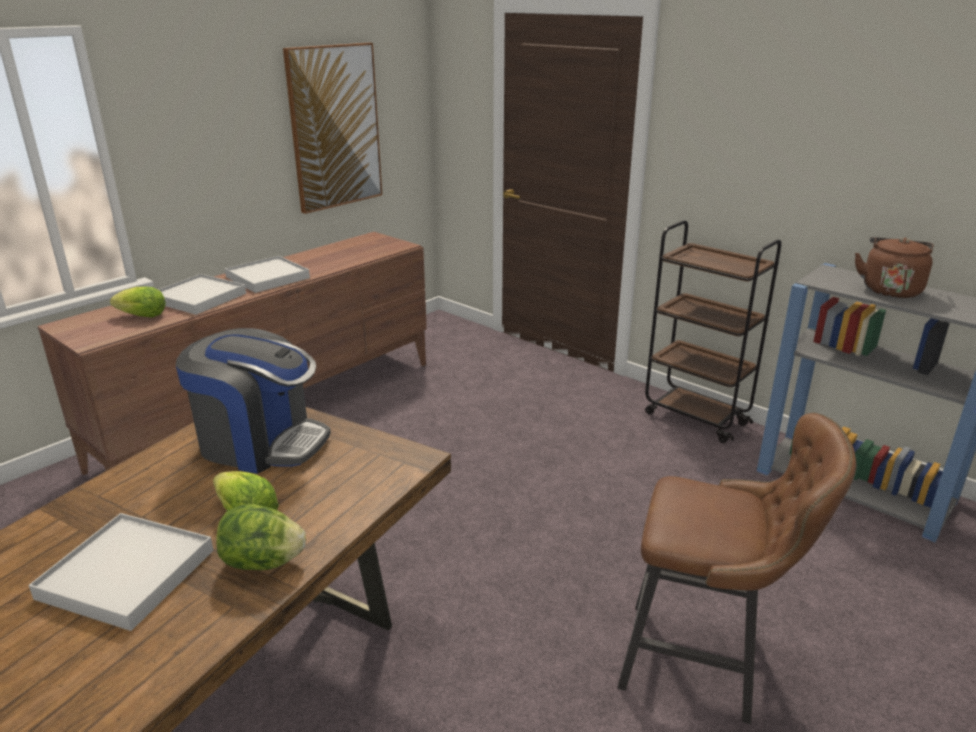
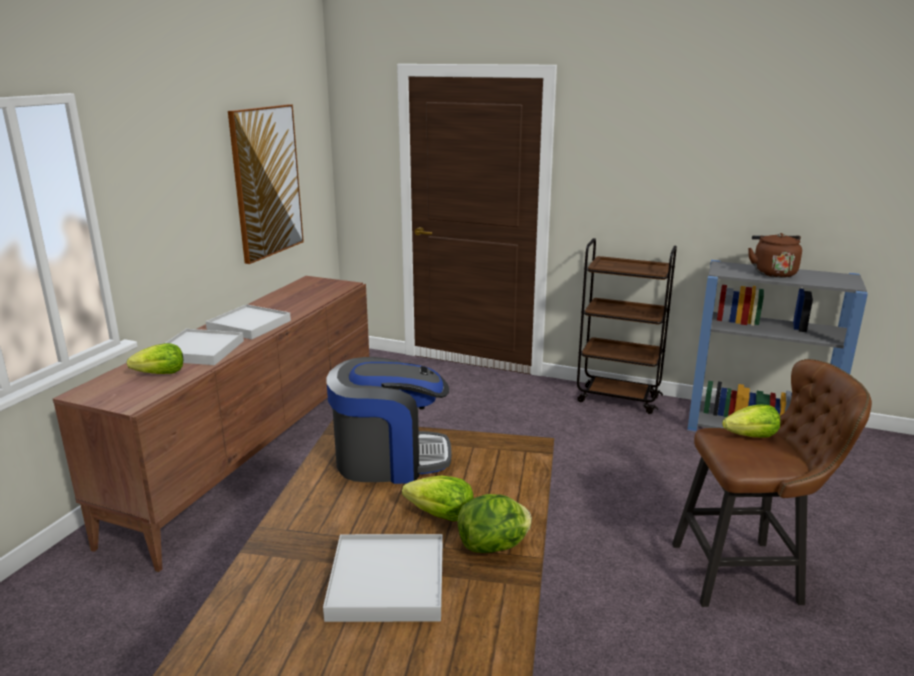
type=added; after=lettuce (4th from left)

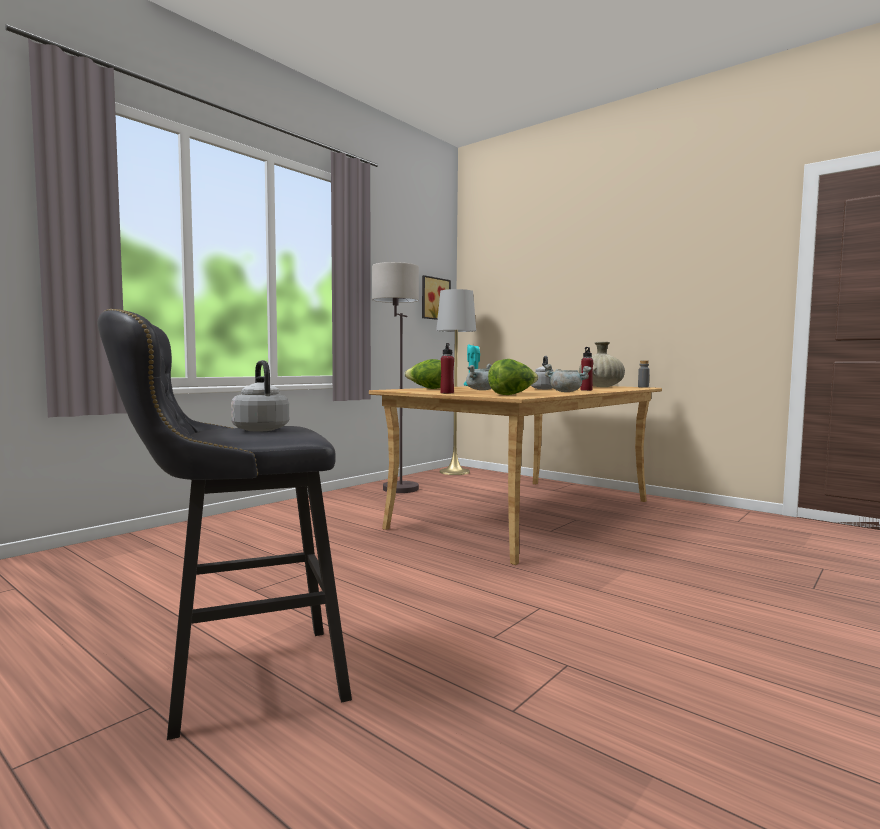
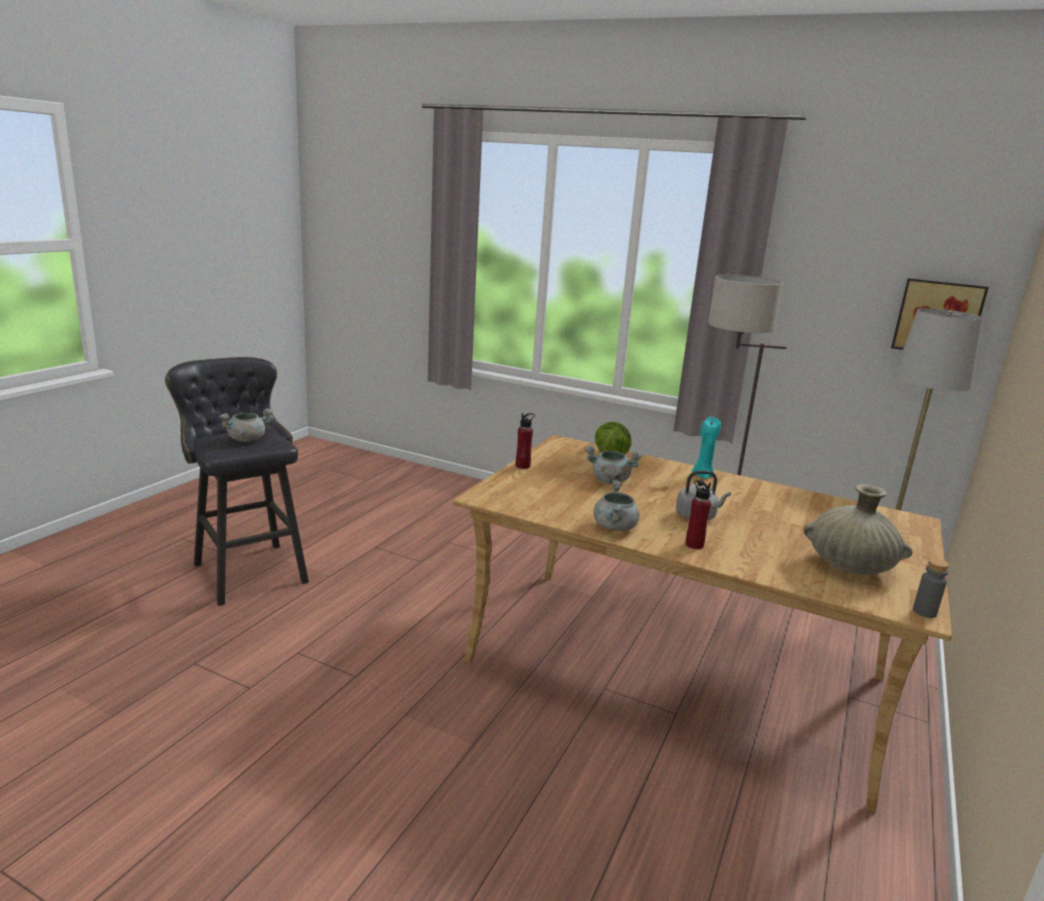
type=removed; before=lettuce (2nd from left)
type=replaced; before=kettle (grey) (1st from left); after=cooking pot (grey) (1st from left)

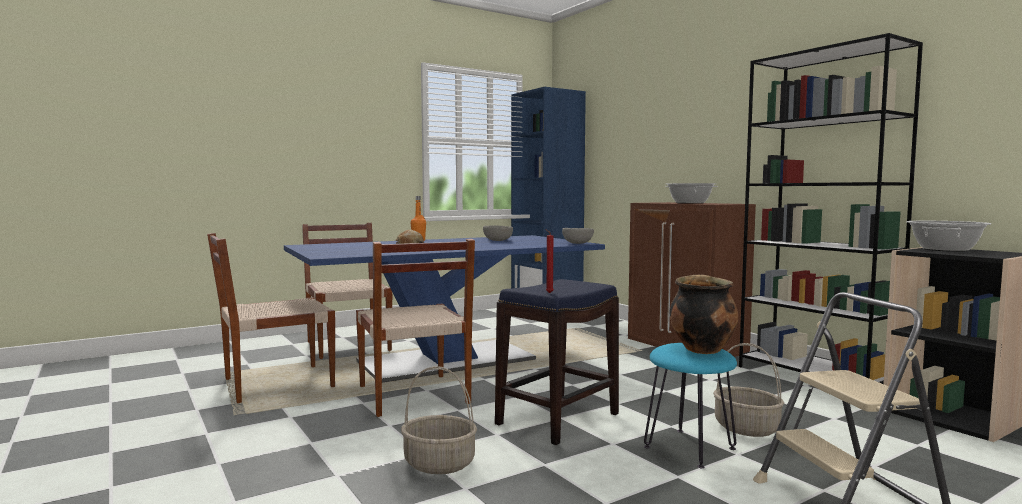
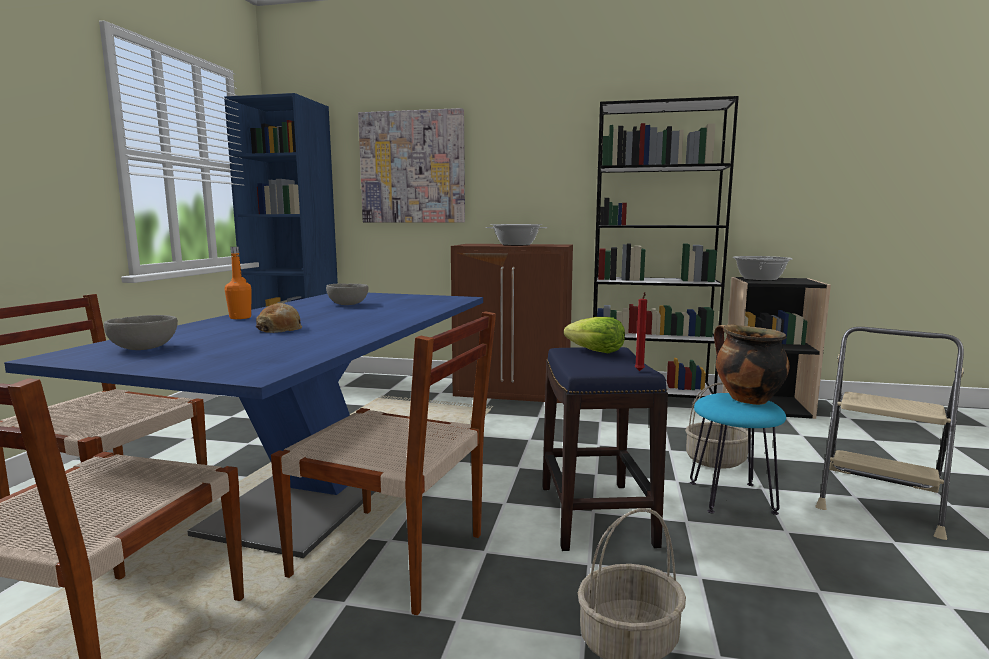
type=added; after=picture
type=added; after=lettuce
type=moved; before=bowl (grey) (2nd from left in the first image); after=bowl (grey) (1st from left)

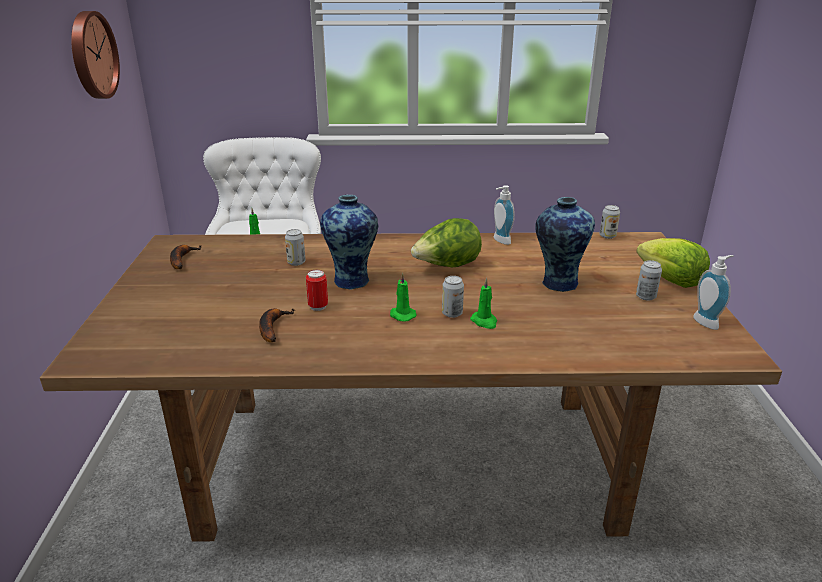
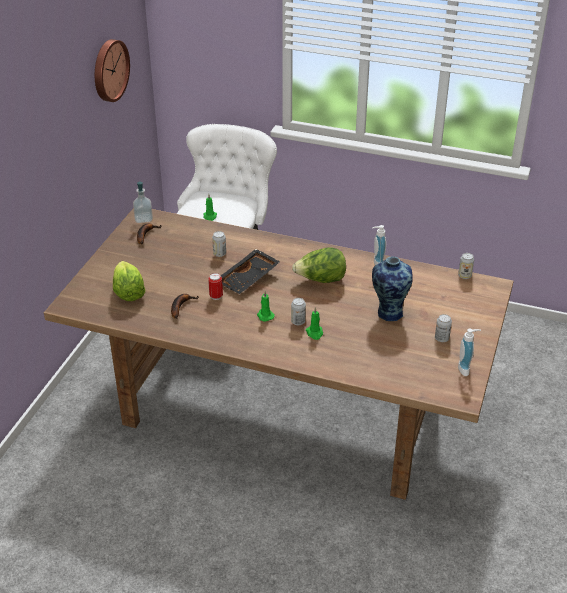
type=added; after=soap dispenser (1st from left)
type=moved; before=lettuce (2nd from left in the first image); after=lettuce (1st from left)
type=replaced; before=vase (1st from left); after=tray (black)

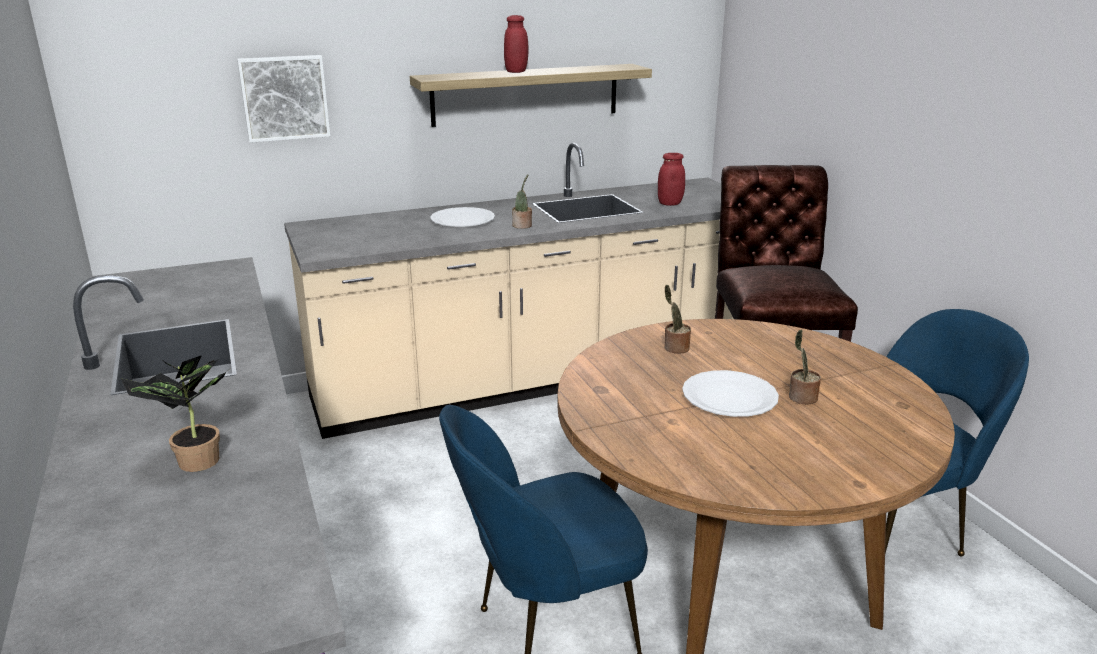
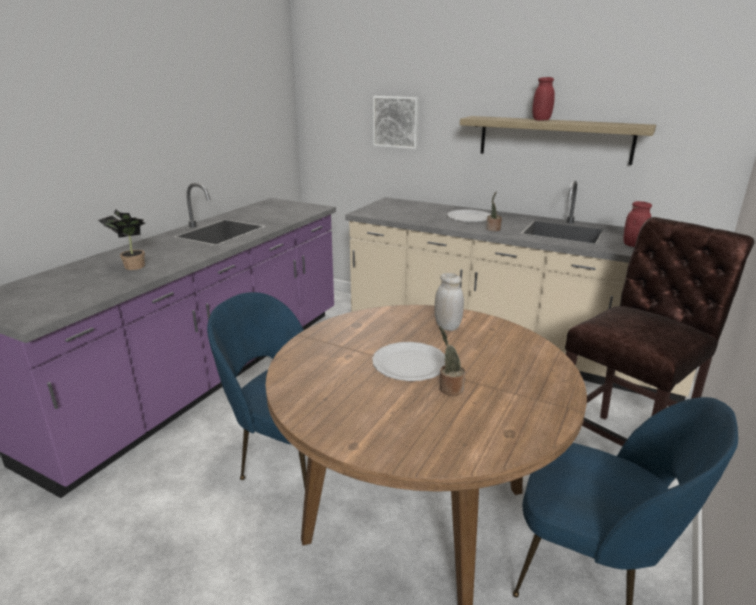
type=replaced; before=potted plant (3rd from left); after=jar (white)

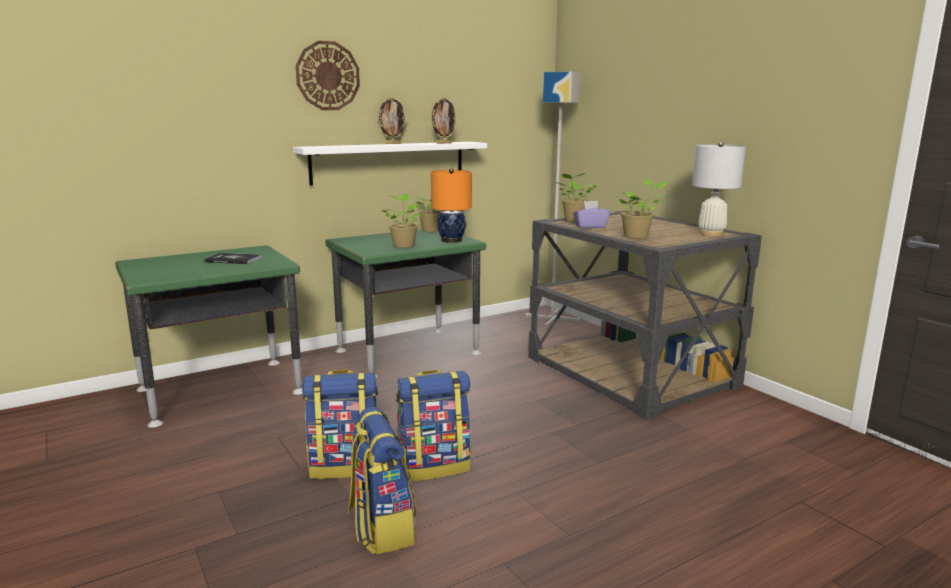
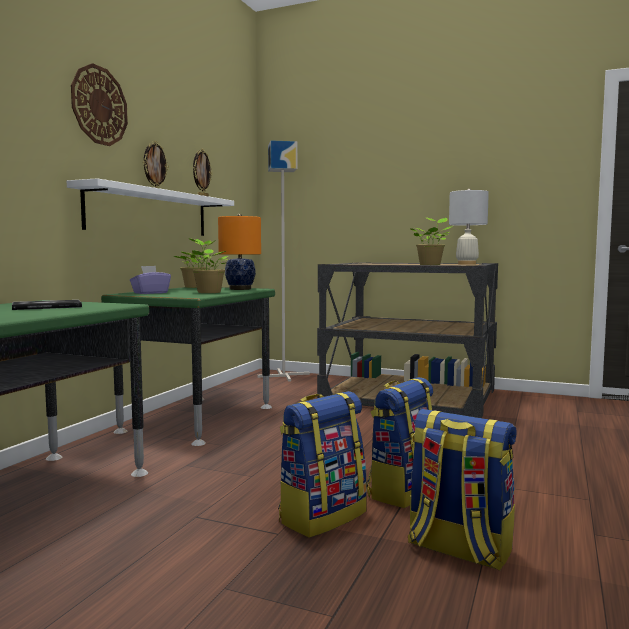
type=removed; before=potted plant (3rd from left)
type=moved; before=tissue box (purple)

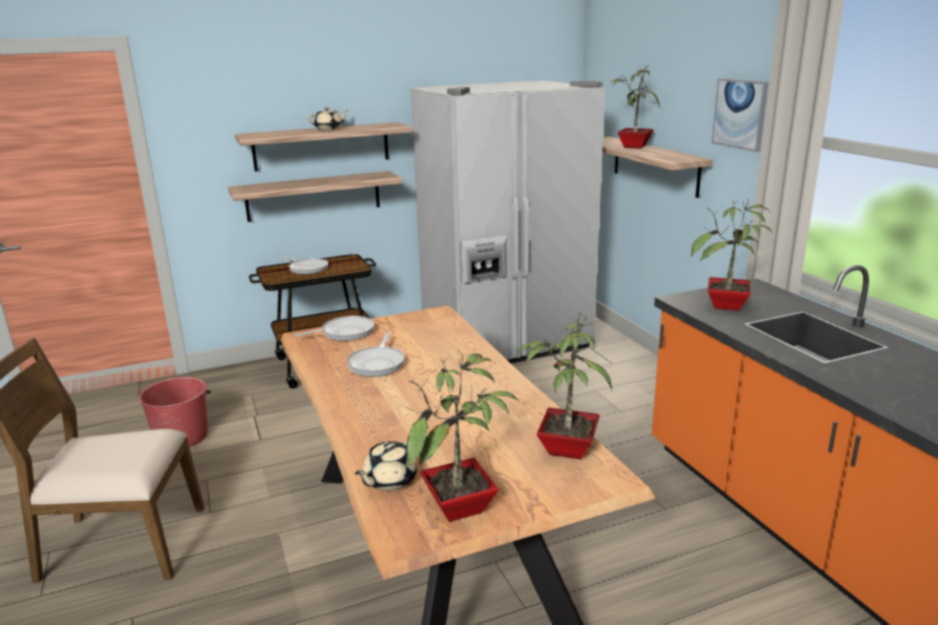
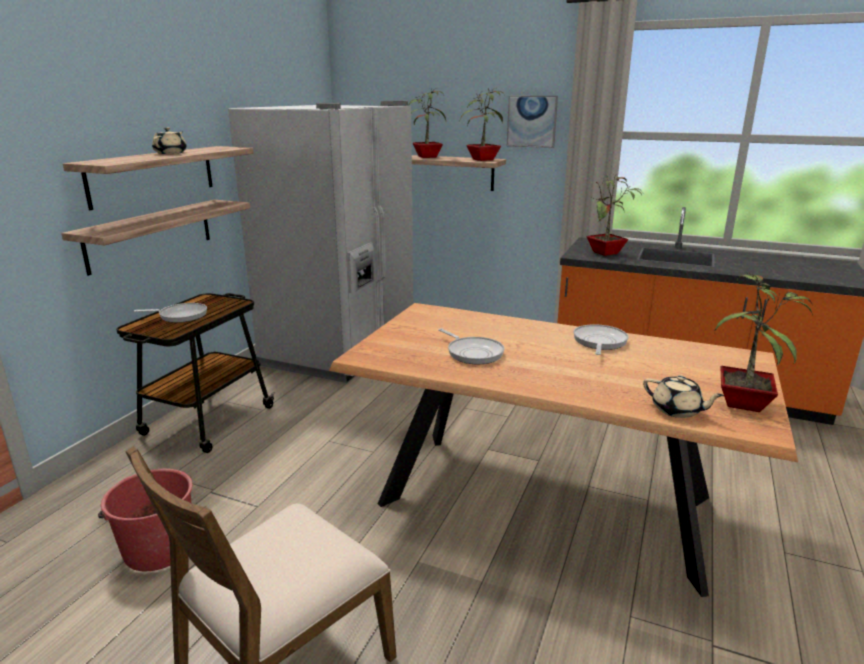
type=moved; before=frying pan (2nd from left in the first image); after=frying pan (3rd from left)
type=moved; before=potted plant (2nd from left)
type=turned; before=teapot (beige) (2nd from left); turn=-45

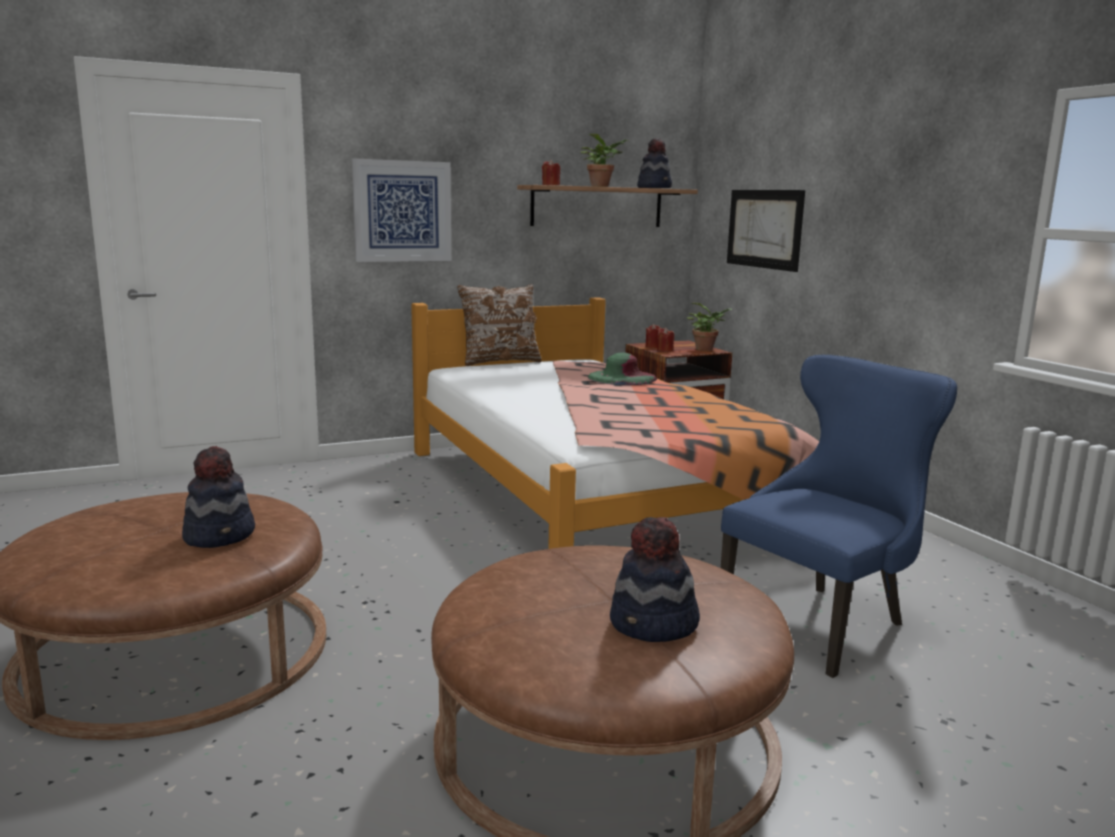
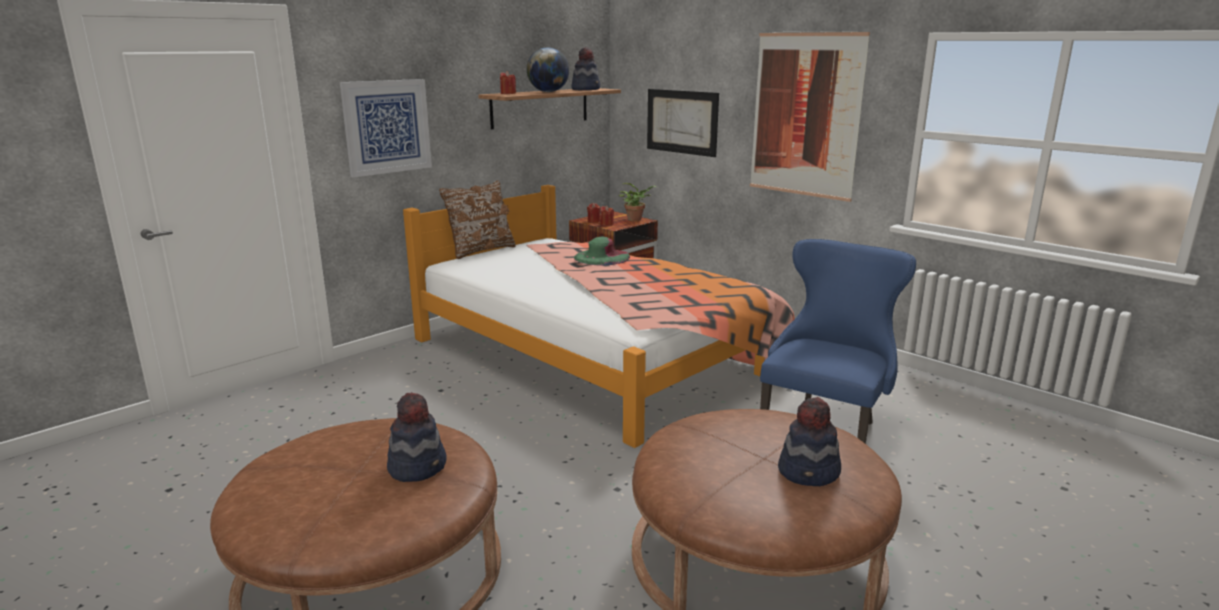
type=added; after=picture (3rd from left)
type=replaced; before=potted plant (1st from left); after=globe

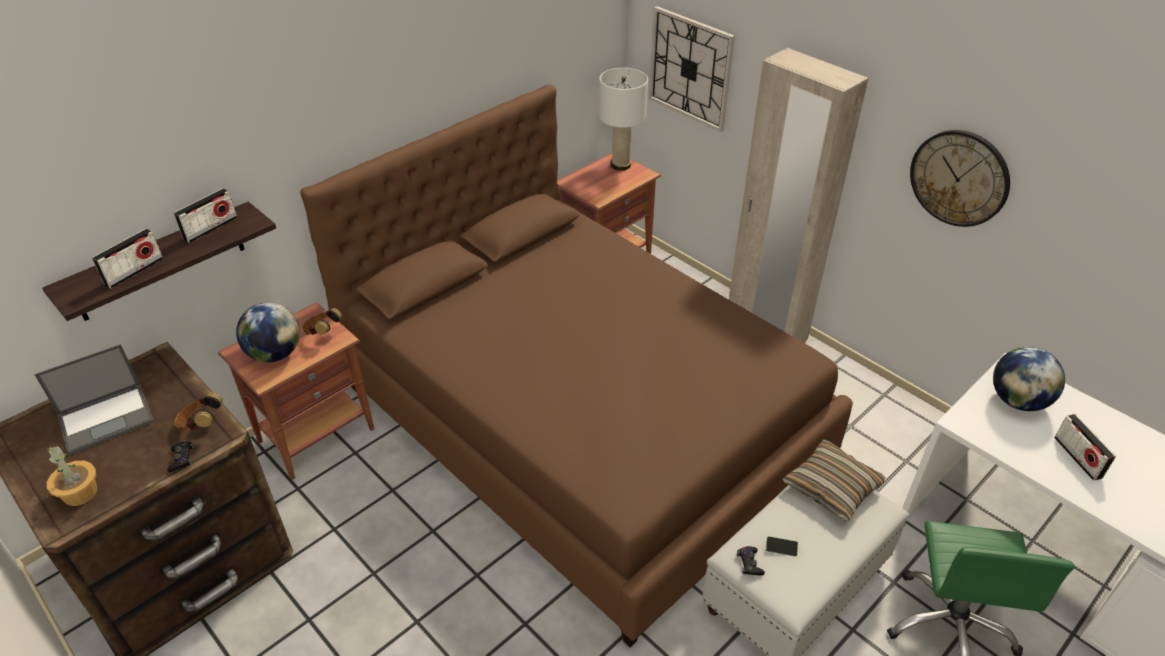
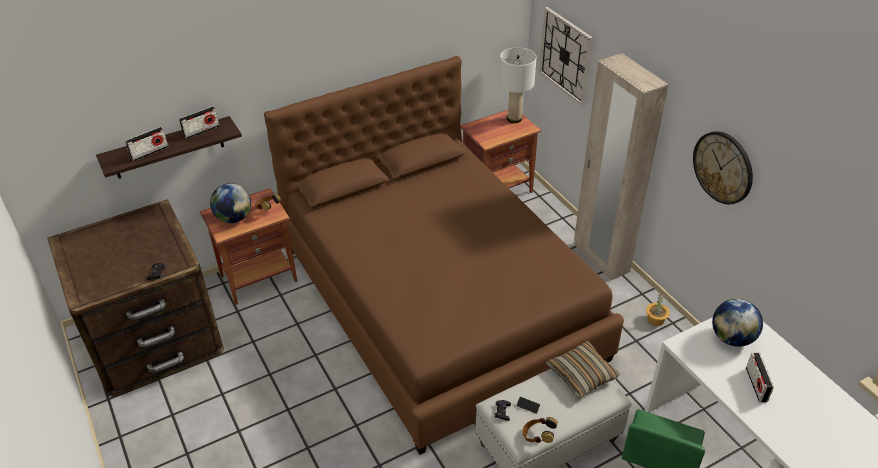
type=removed; before=laptop
type=moved; before=potted plant
type=moved; before=headphones (1st from left in the first image); after=headphones (2nd from left)

